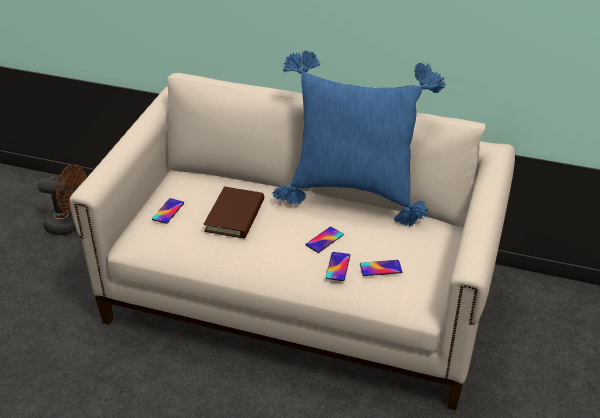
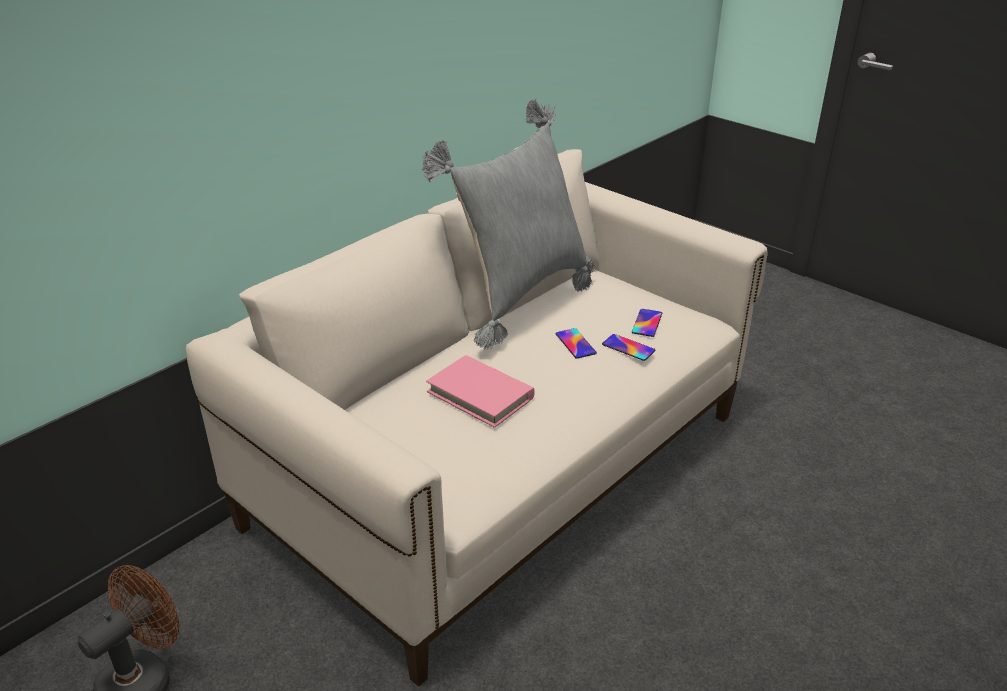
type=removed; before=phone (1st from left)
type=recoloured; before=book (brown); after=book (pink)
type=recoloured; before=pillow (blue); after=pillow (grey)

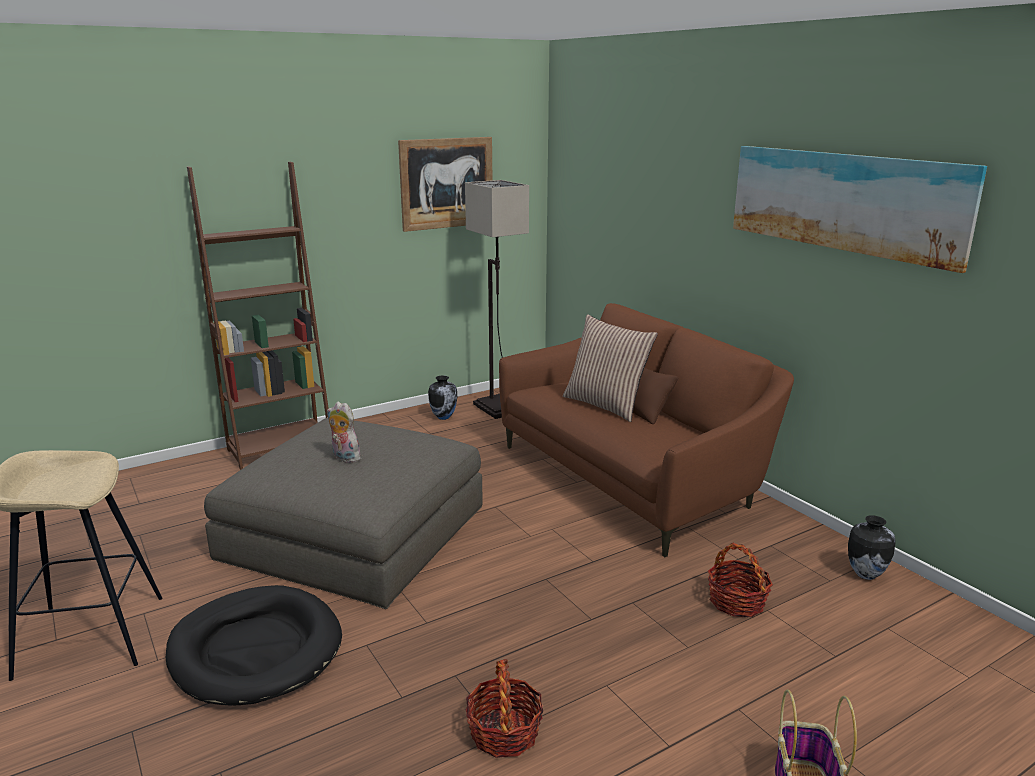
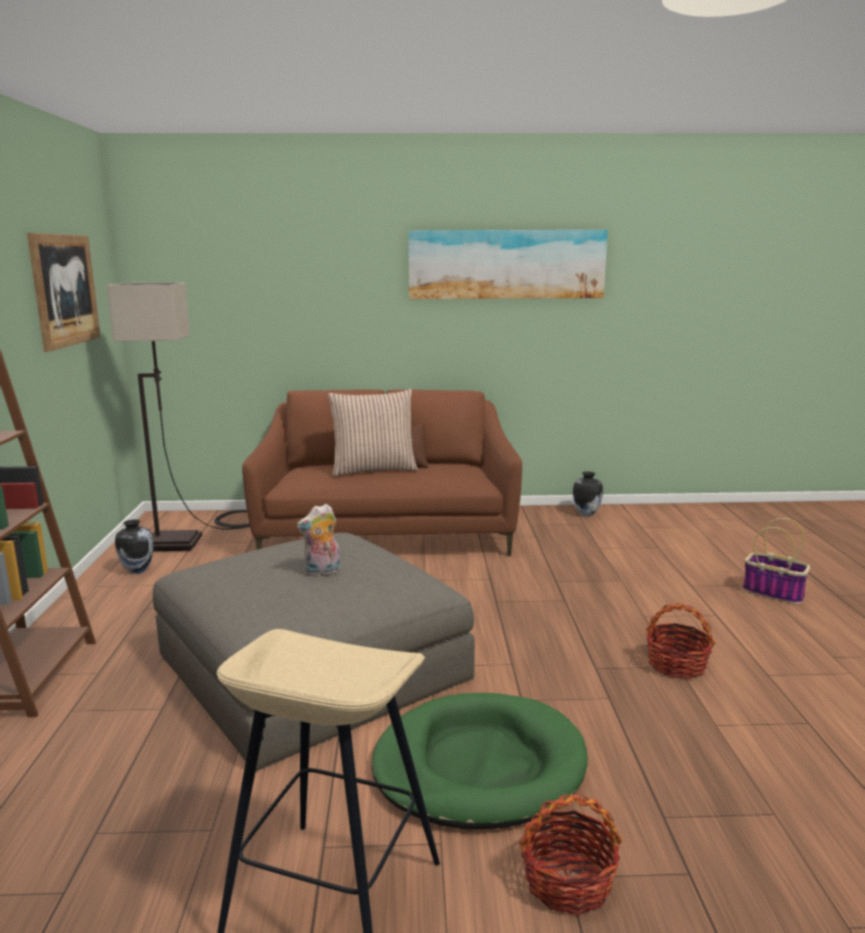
type=moved; before=basket (2nd from left in the first image); after=basket (1st from left)
type=recoloured; before=dog bed (black); after=dog bed (green)

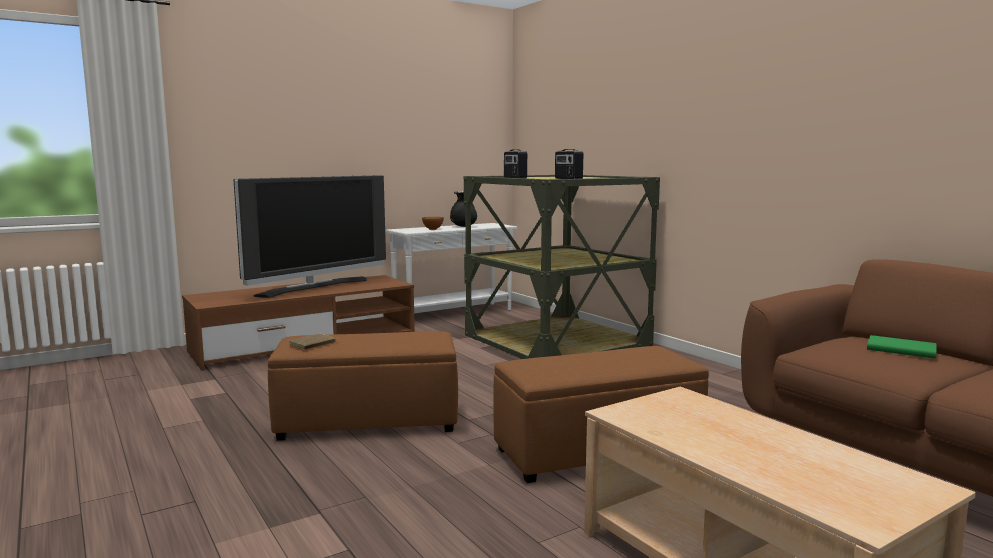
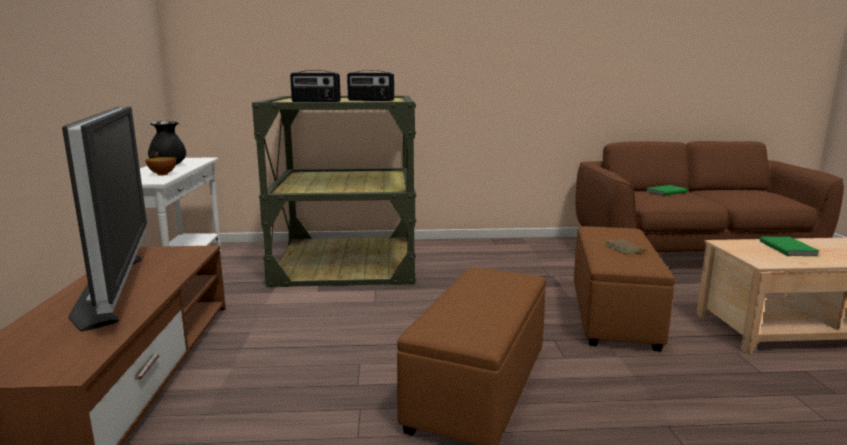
type=added; after=book (green) (2nd from left)
type=moved; before=book (brown)

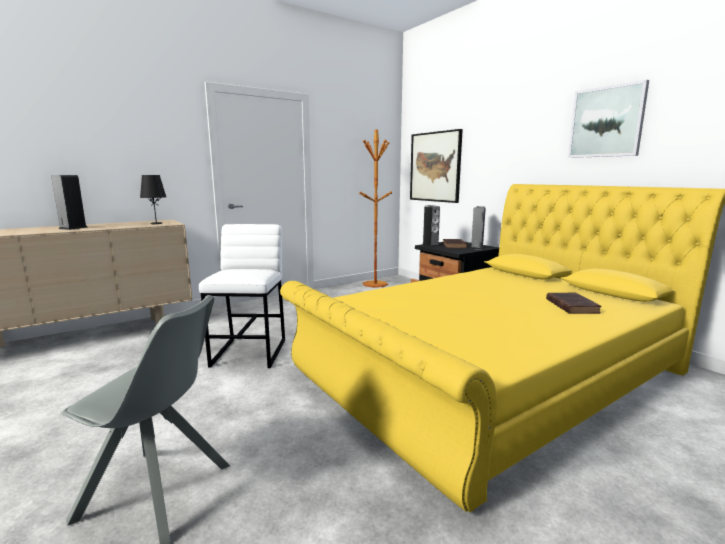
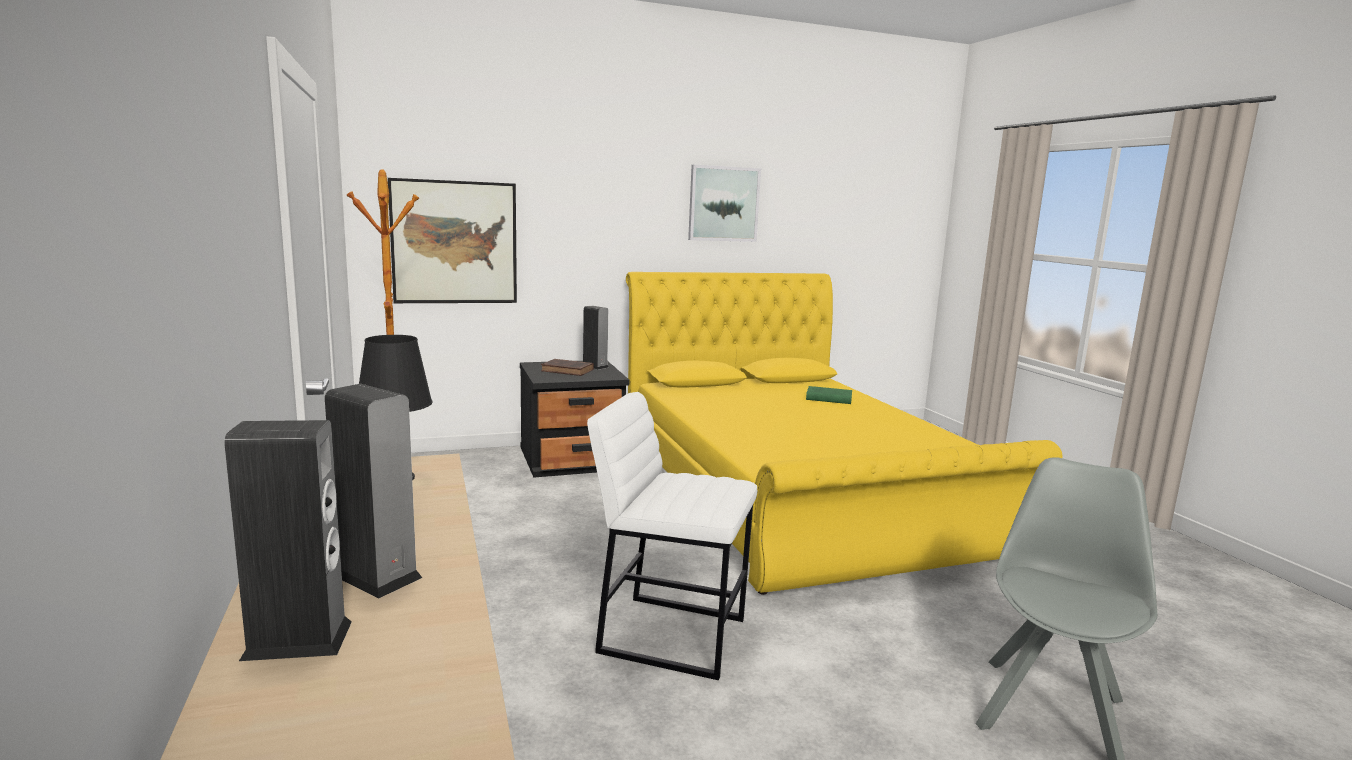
type=moved; before=speaker (2nd from left in the first image); after=speaker (1st from left)
type=recoloured; before=book (brown) (2nd from left); after=book (green)

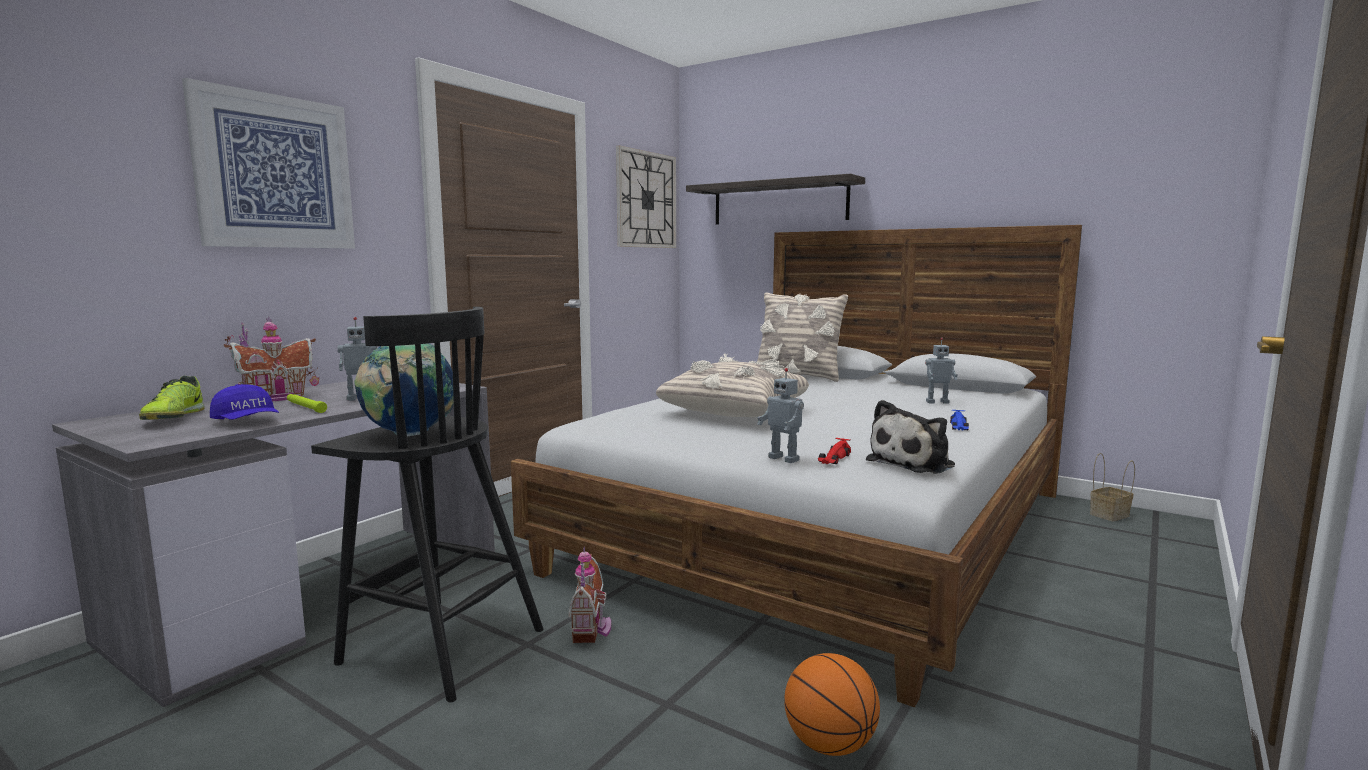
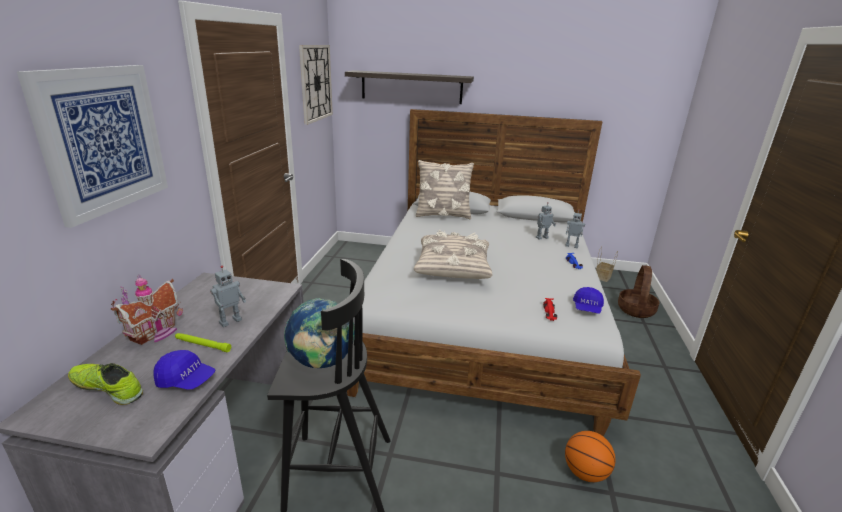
type=removed; before=toy house (2nd from left)
type=added; after=basket (2nd from left)
type=moved; before=toy robot (2nd from left in the first image); after=toy robot (3rd from left)
type=replaced; before=plush toy; after=cap (blue) (2nd from left)
type=turned; before=shoe; turn=150

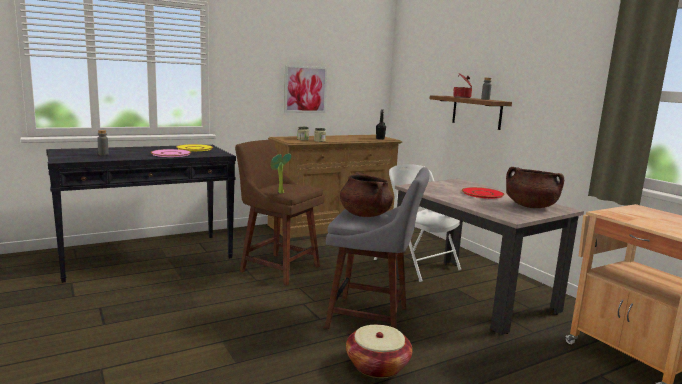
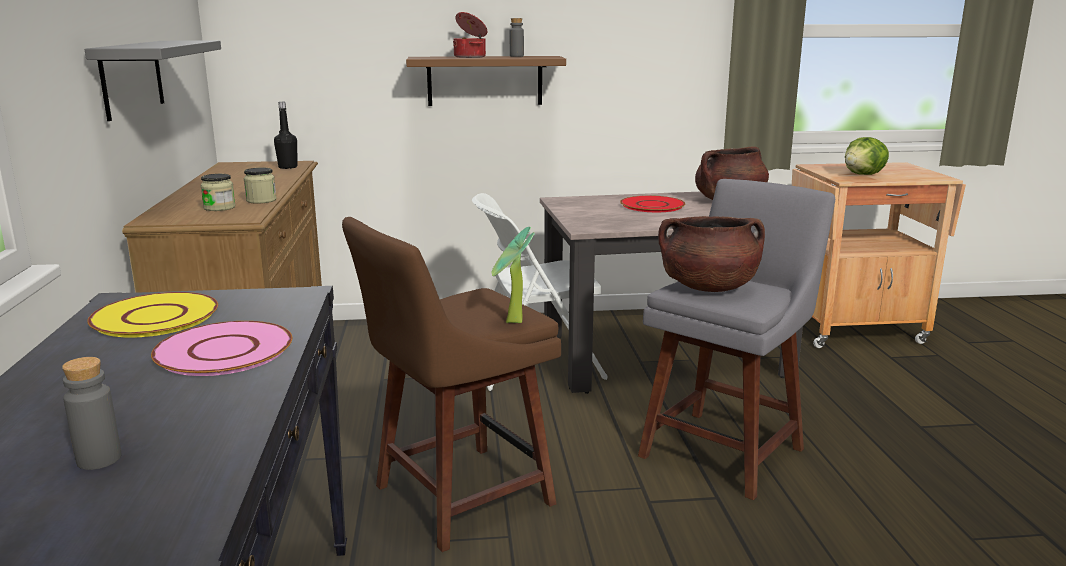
type=removed; before=basket
type=added; after=lettuce
type=replaced; before=picture; after=shelf (grey)

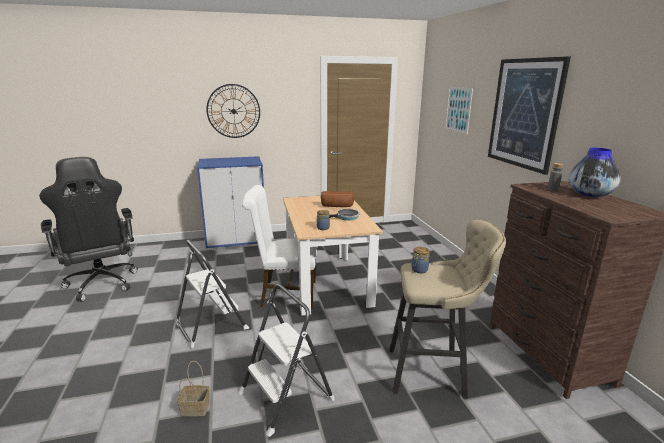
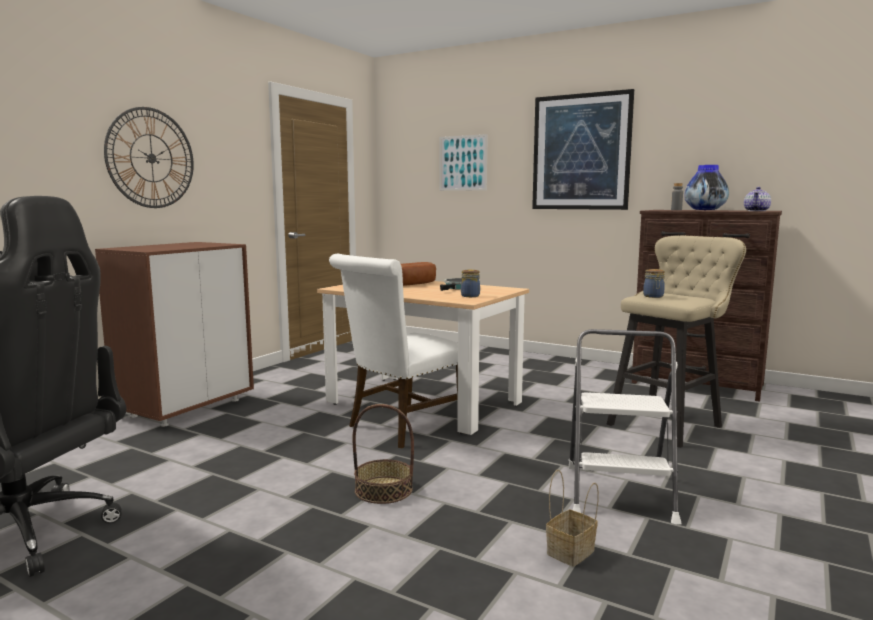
type=added; after=teapot
type=replaced; before=step ladder (white) (1st from left); after=basket (1st from left)
type=recoloured; before=cabinet (blue); after=cabinet (brown)

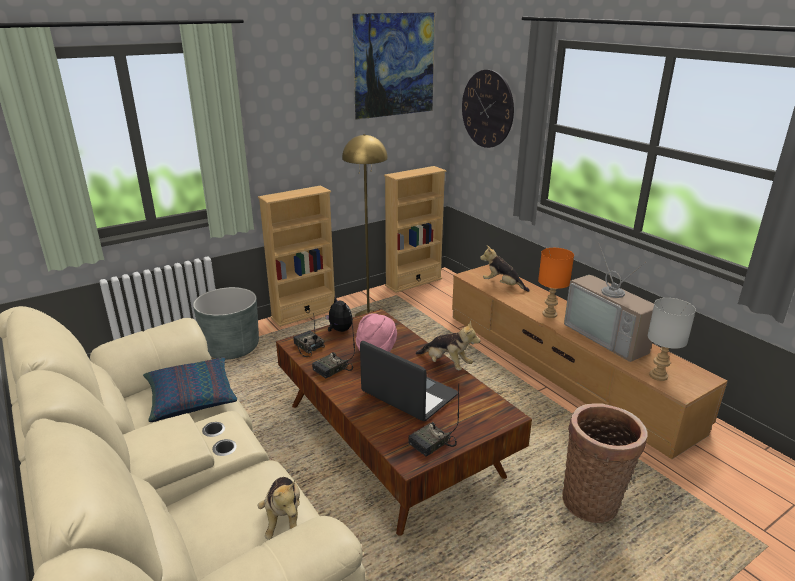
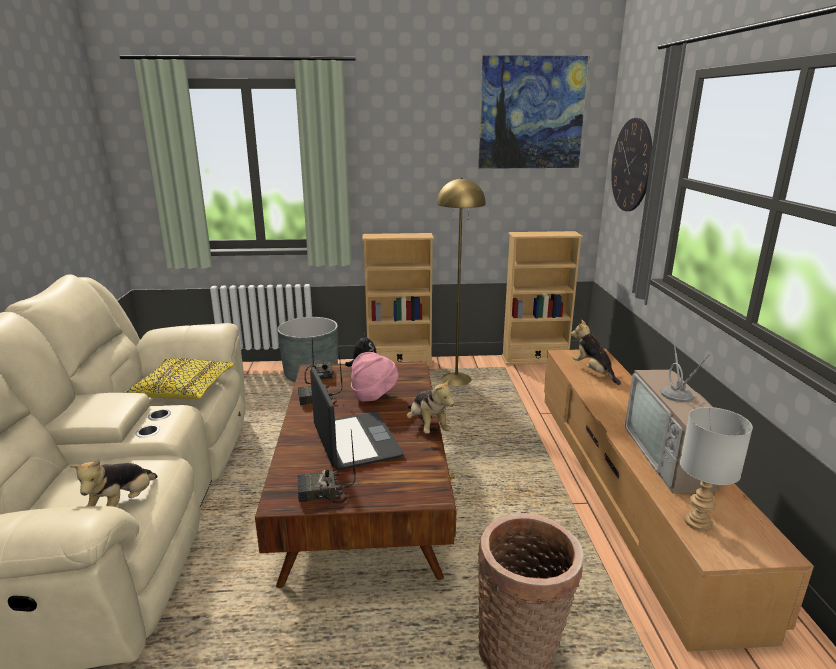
type=removed; before=table lamp (orange)
type=recoloured; before=pillow (blue); after=pillow (yellow)

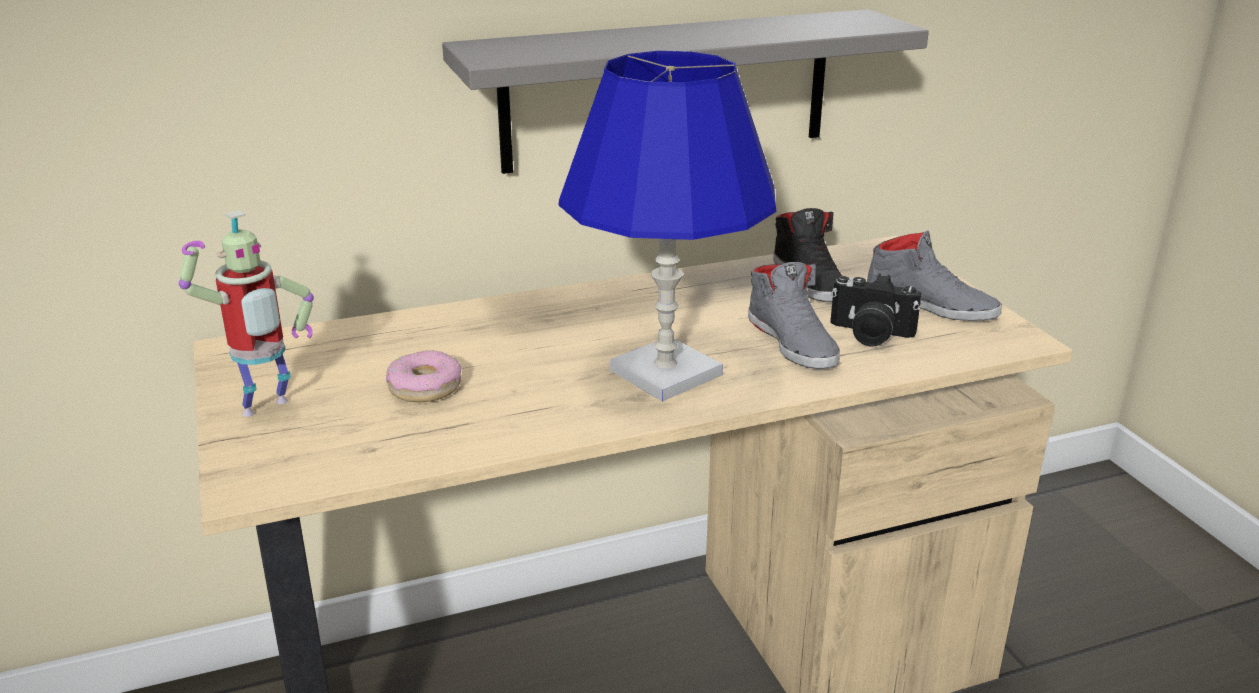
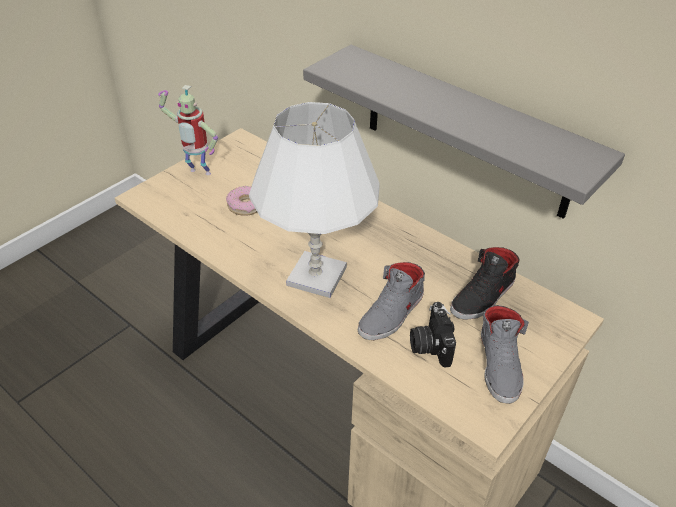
type=recoloured; before=table lamp (blue); after=table lamp (white)

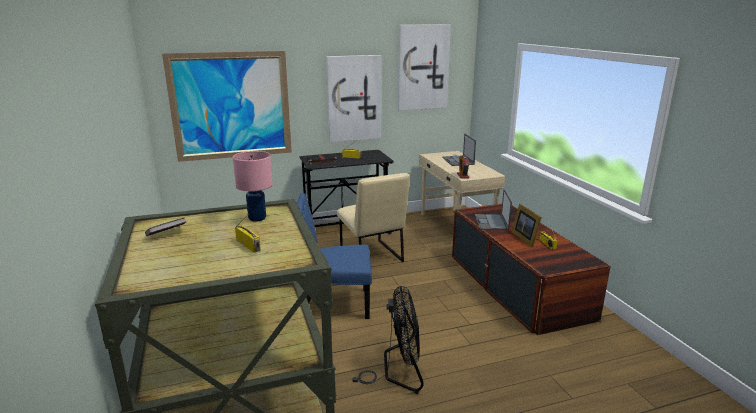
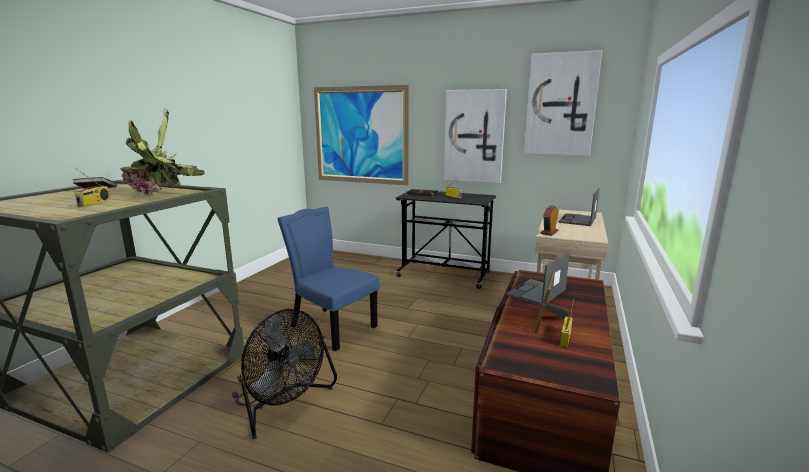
type=removed; before=chair (beige)
type=replaced; before=table lamp (pink); after=potted plant

